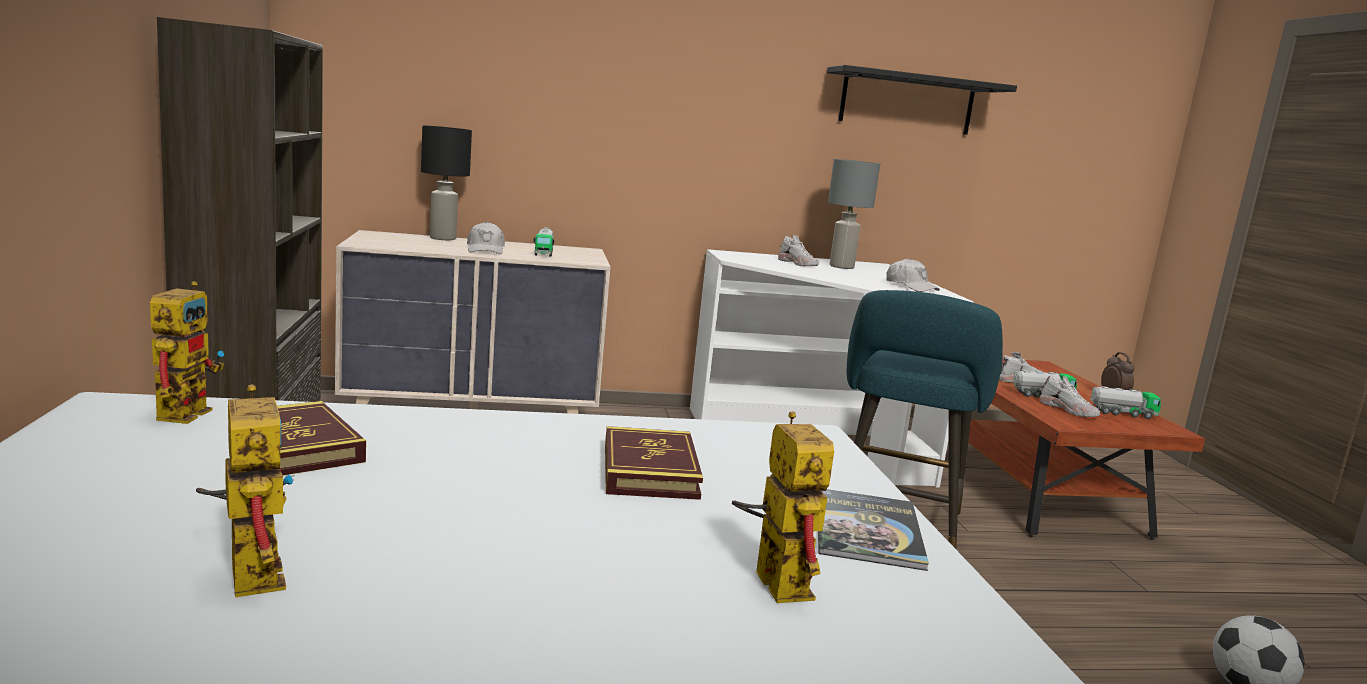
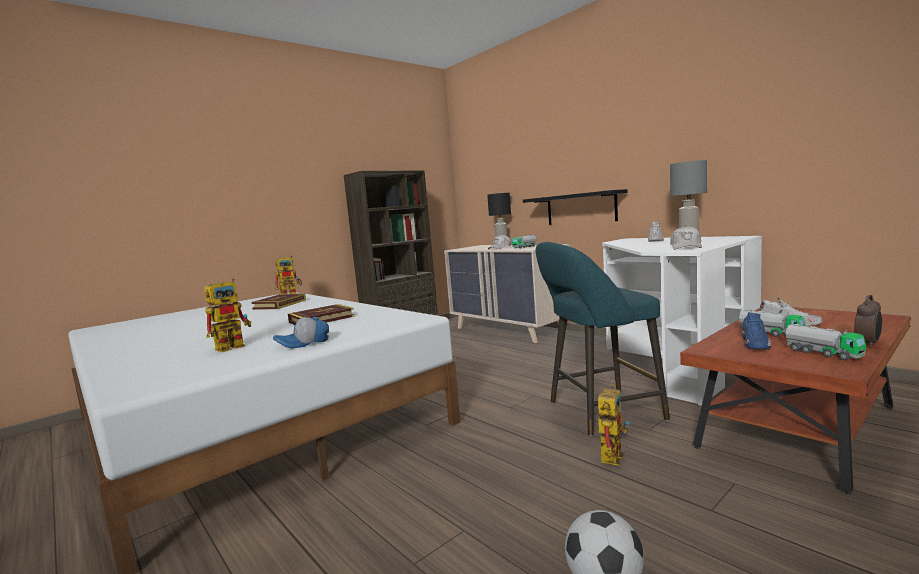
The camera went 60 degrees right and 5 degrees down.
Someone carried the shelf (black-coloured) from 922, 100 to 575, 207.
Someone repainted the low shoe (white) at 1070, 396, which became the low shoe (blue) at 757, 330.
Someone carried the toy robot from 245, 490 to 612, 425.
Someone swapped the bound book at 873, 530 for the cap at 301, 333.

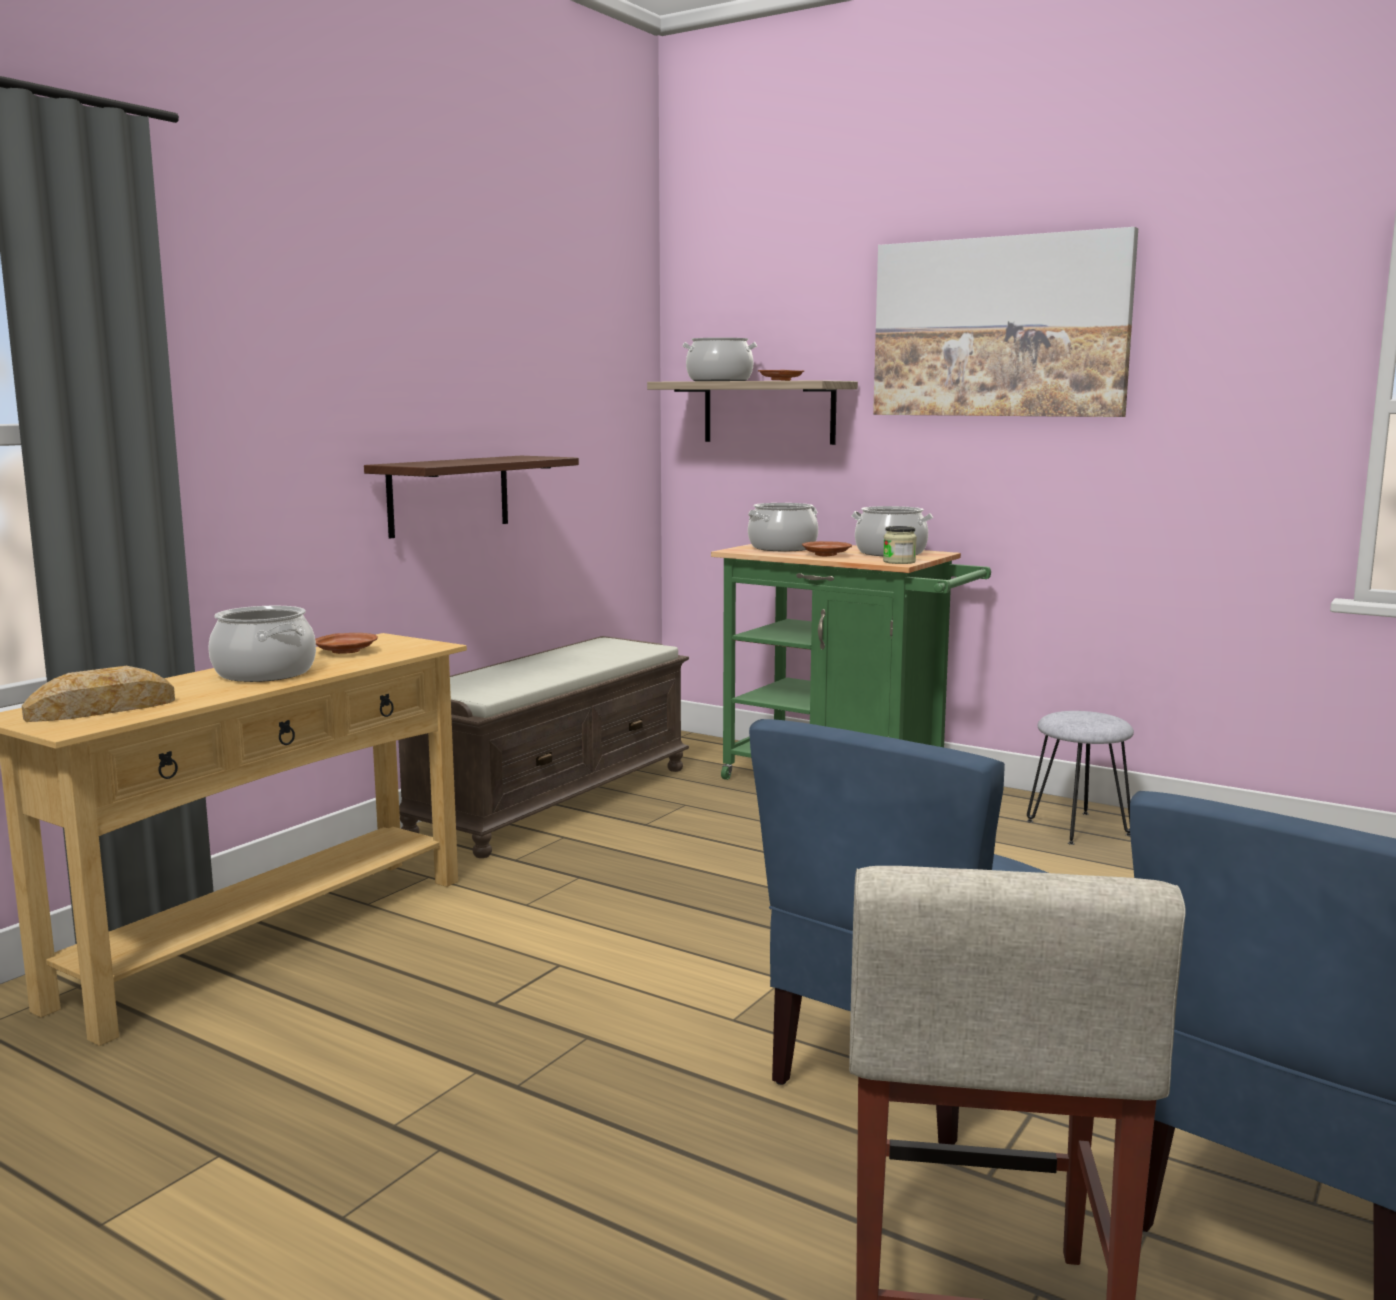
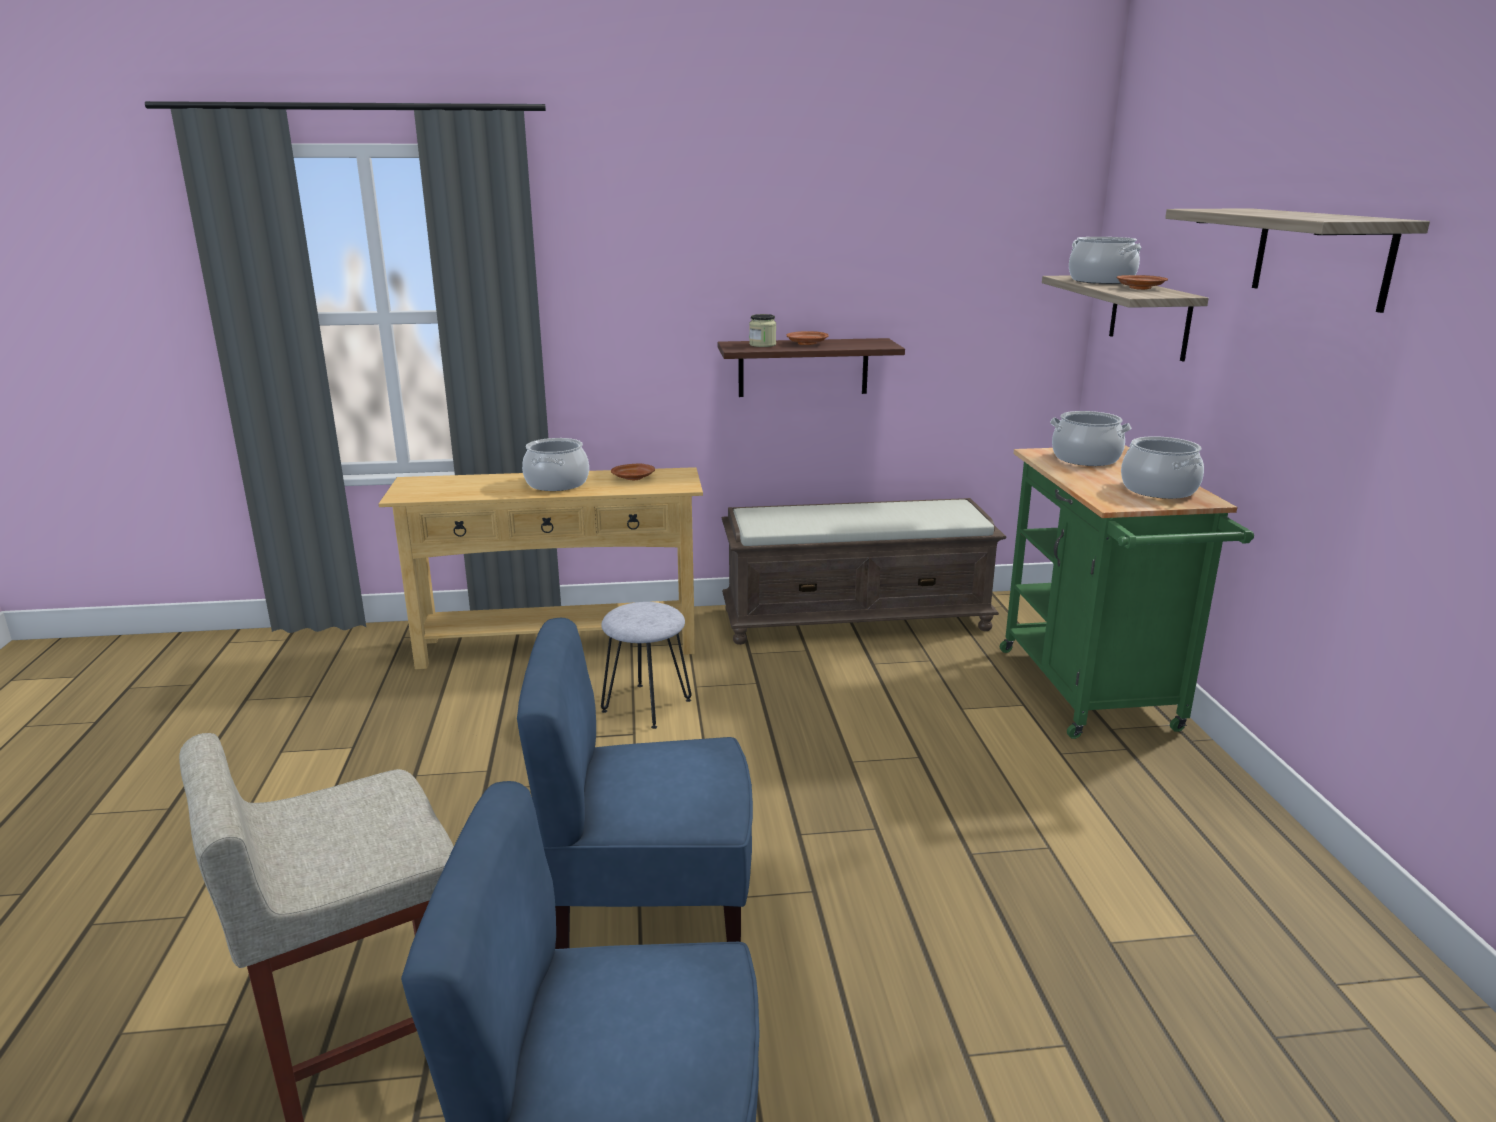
The camera went 50 degrees right and 10 degrees up.
Someone swapped the wall picture at 1005, 322 for the shelf at 1297, 260.
Someone carried the jar from 900, 545 to 762, 330.
Someone carried the plate (brown-coloured) from 827, 549 to 808, 338.
Someone took away the bakery bread at 98, 694.
Someone carried the sitting stool (greyish) from 1080, 778 to 646, 665.

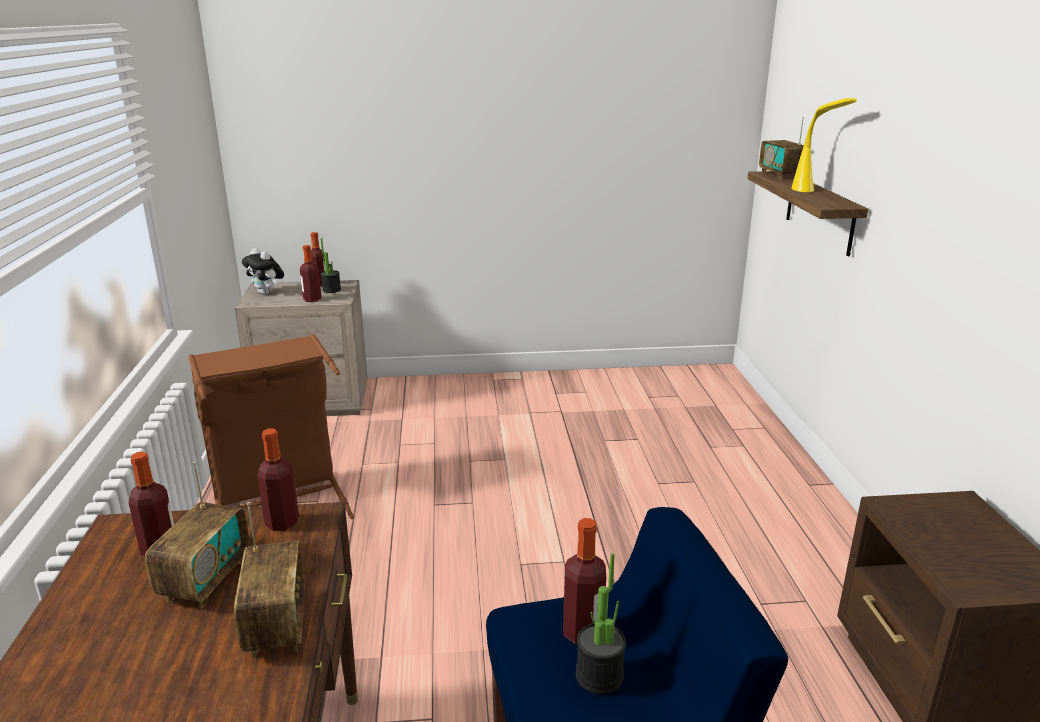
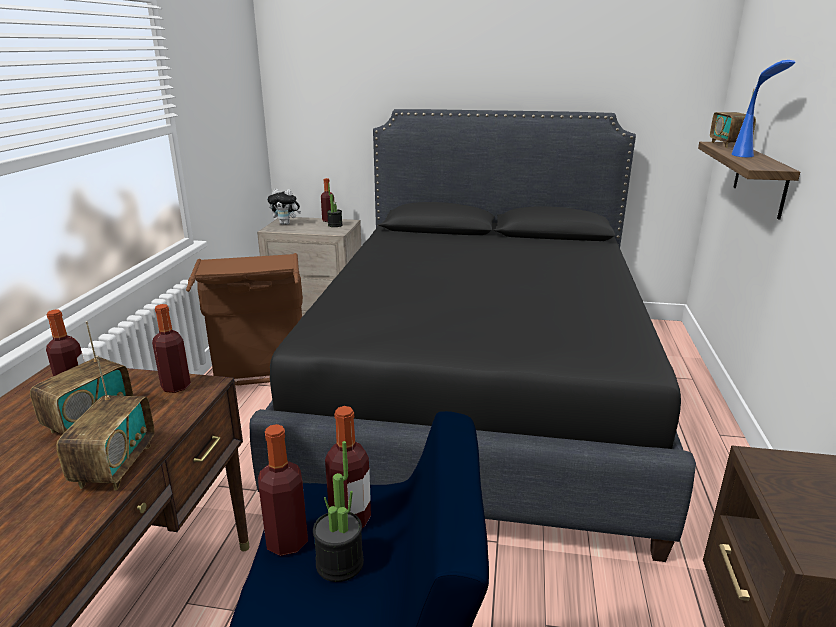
The camera went 15 degrees right and 0 degrees up.
Someone repainted the tabletop lamp (yellowish) at 824, 145, which became the tabletop lamp (blue) at 763, 108.
Someone carried the bottle from 310, 273 to 283, 490.
Someone rotated the plush toy at 263, 271 by 45 degrees counterclockwise.
Someone put down the bed (black-coloured) at 473, 335.

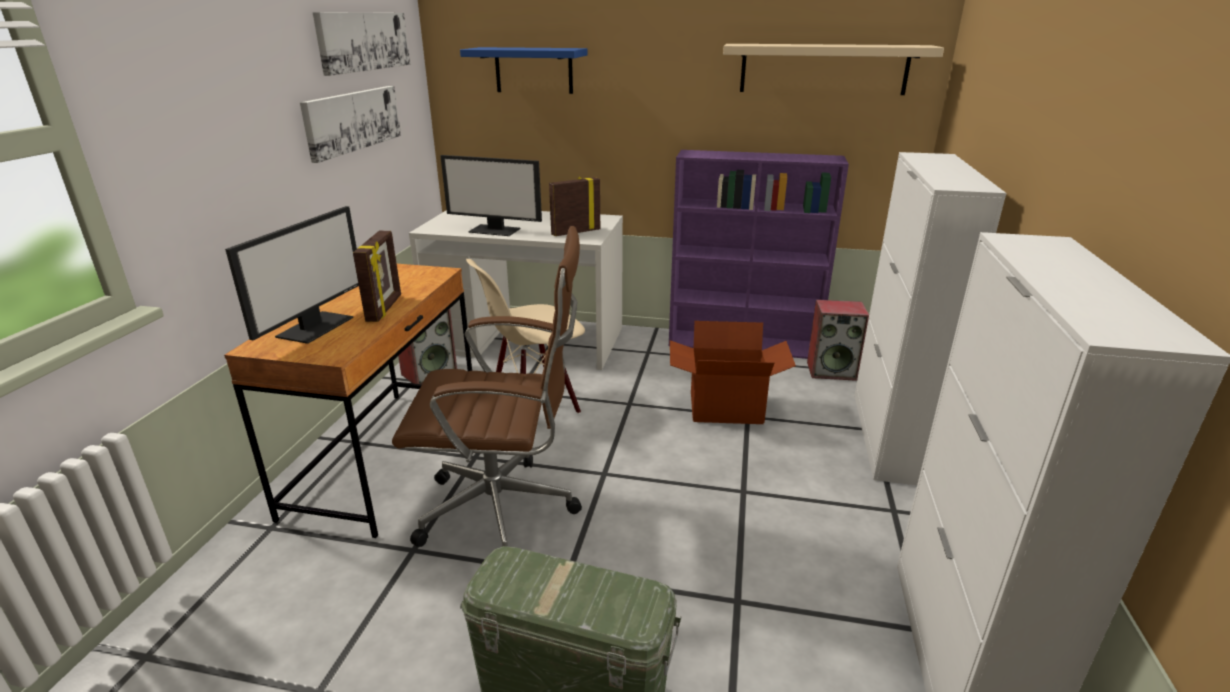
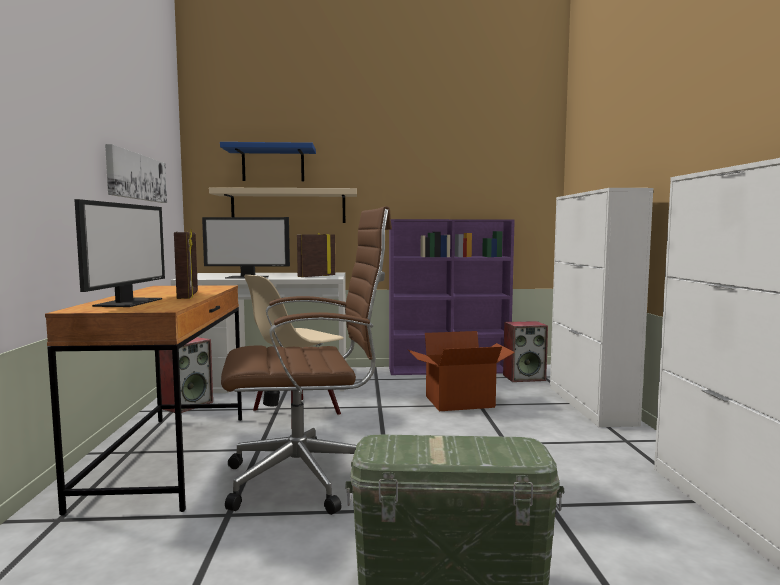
The camera went 15 degrees left and 20 degrees down.
Someone took away the wall picture at 361, 44.
Someone carried the shelf (sand-coloured) from 833, 69 to 283, 205.

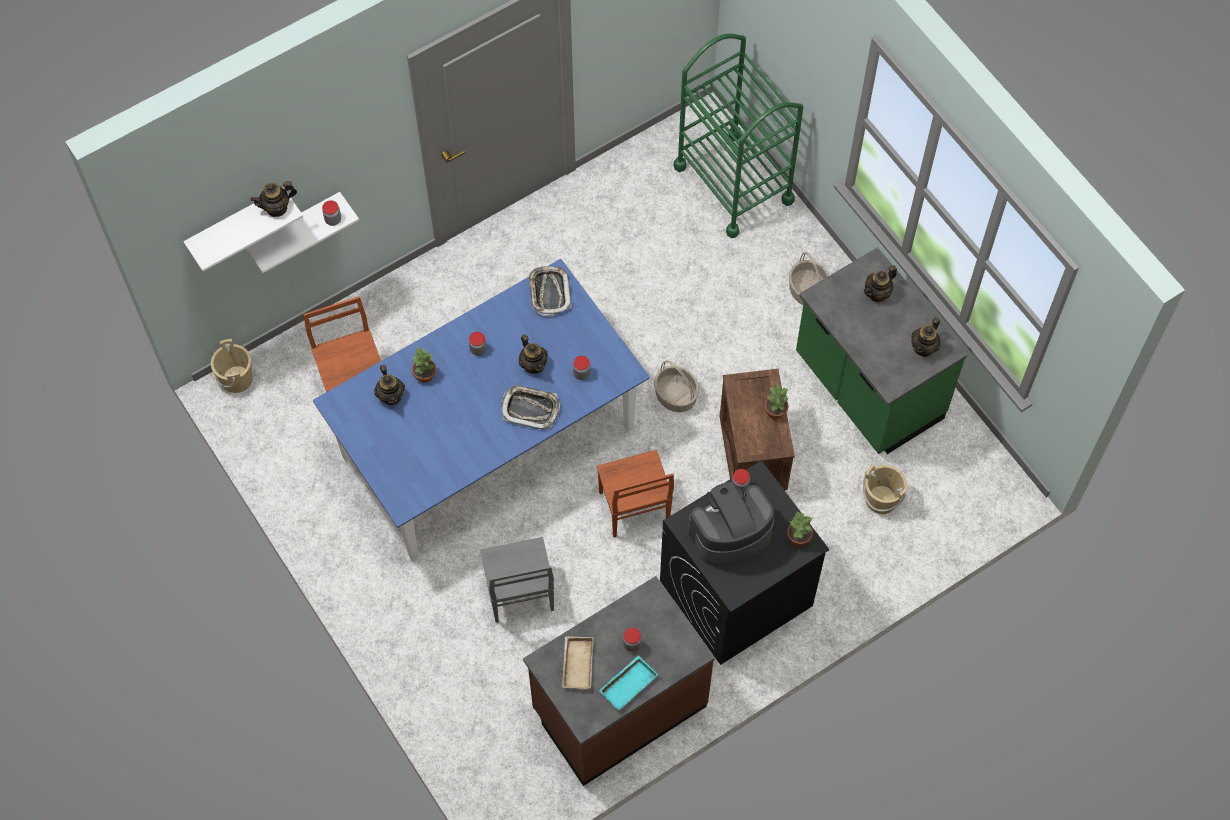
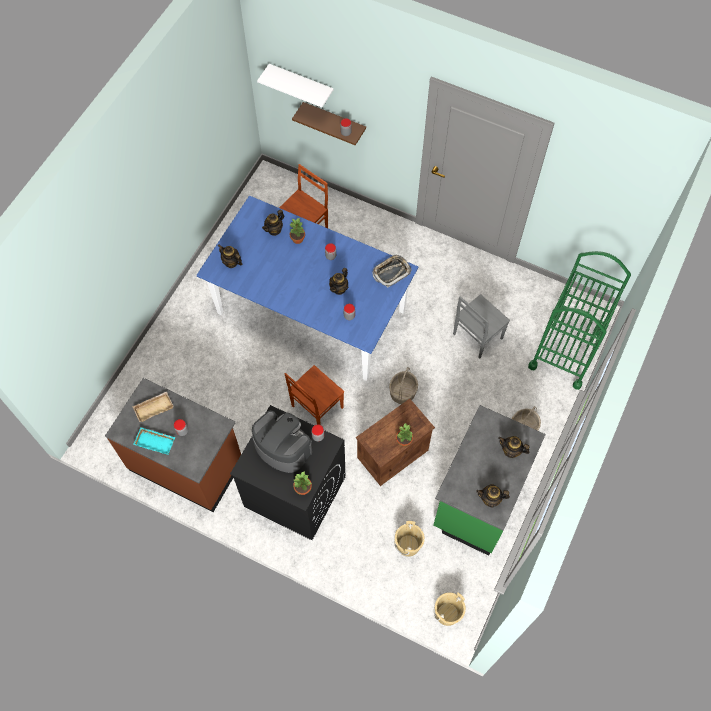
The camera went 60 degrees right and 0 degrees up.
Someone carried the pot for tea from 273, 199 to 230, 256.
Someone repainted the shelf (white) at 302, 232, which became the shelf (brown-coloured) at 329, 123.
Someone carried the bucket (sand-coloured) from 232, 366 to 450, 609.
Someone took away the carrying tray at 530, 407.
Someone carried the plain chair (greyish) from 517, 580 to 481, 326.

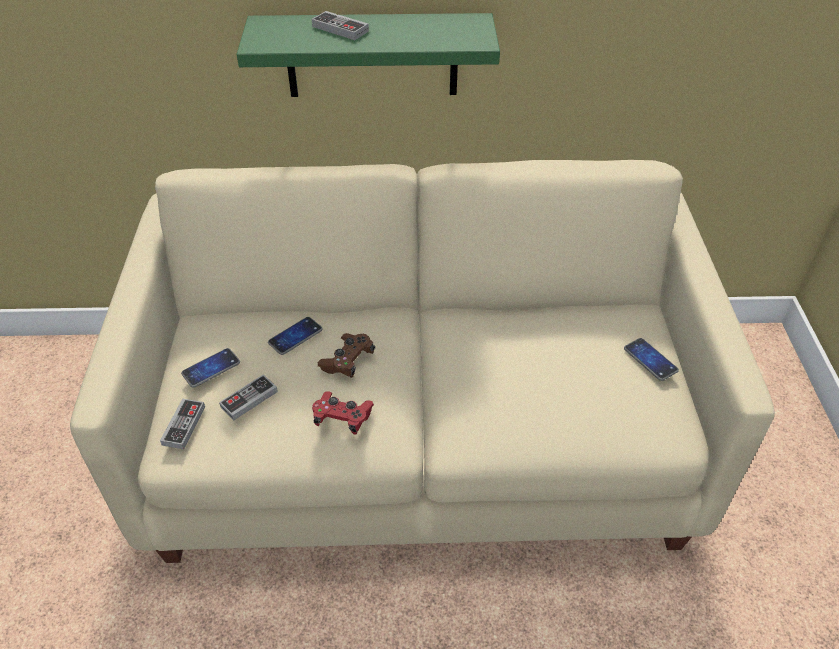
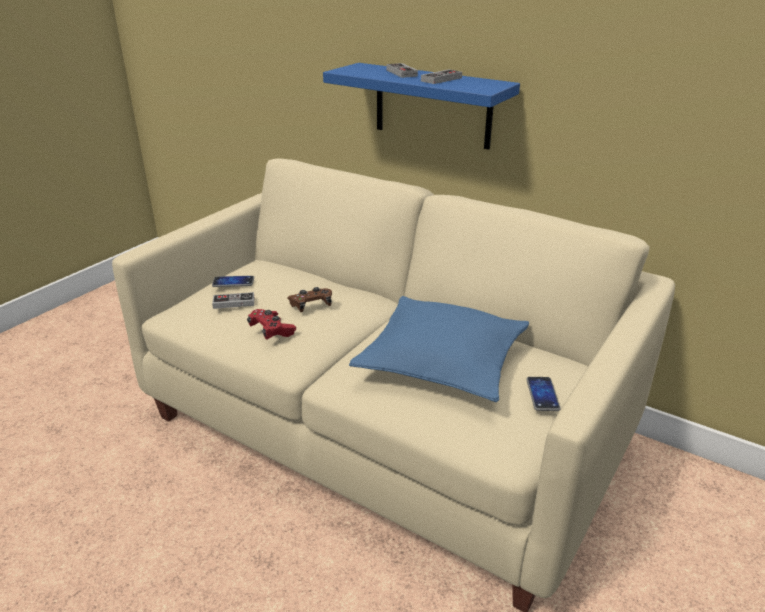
The camera went 35 degrees right and 15 degrees down.
Someone repainted the shelf (greenish) at 368, 55, which became the shelf (blue) at 421, 106.
Someone took away the phone at 295, 336.
Someone carried the joypad from 182, 423 to 441, 76.
Someone put down the cushion (blue) at 439, 349.

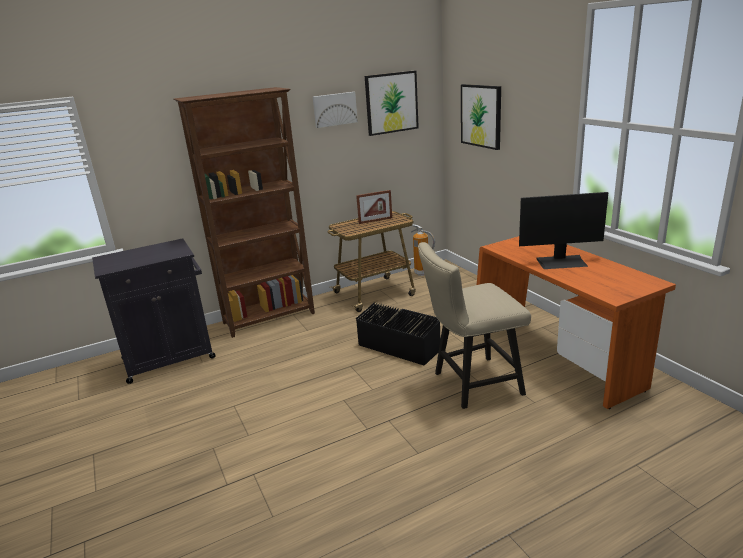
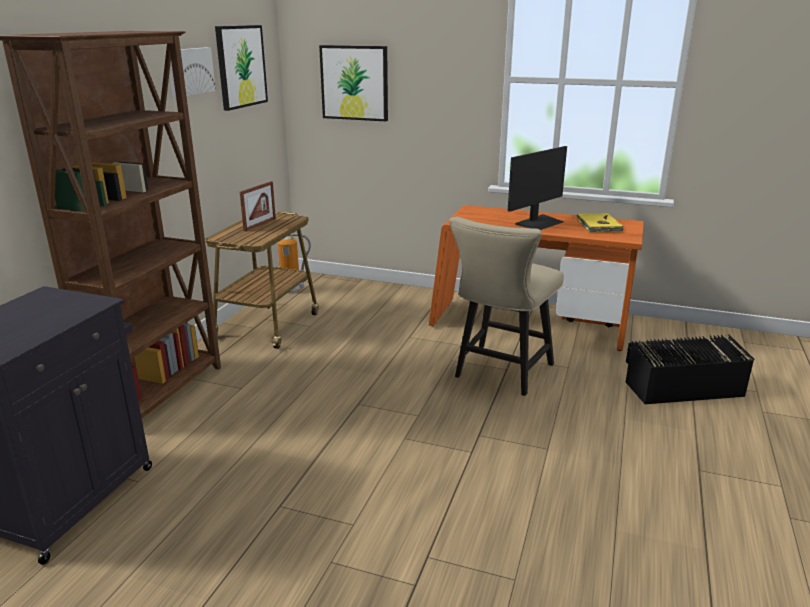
The camera went 45 degrees left and 0 degrees up.
Someone carried the storage container (black-coloured) from 398, 334 to 690, 369.
Someone put down the bound book (yellowish) at 599, 222.

